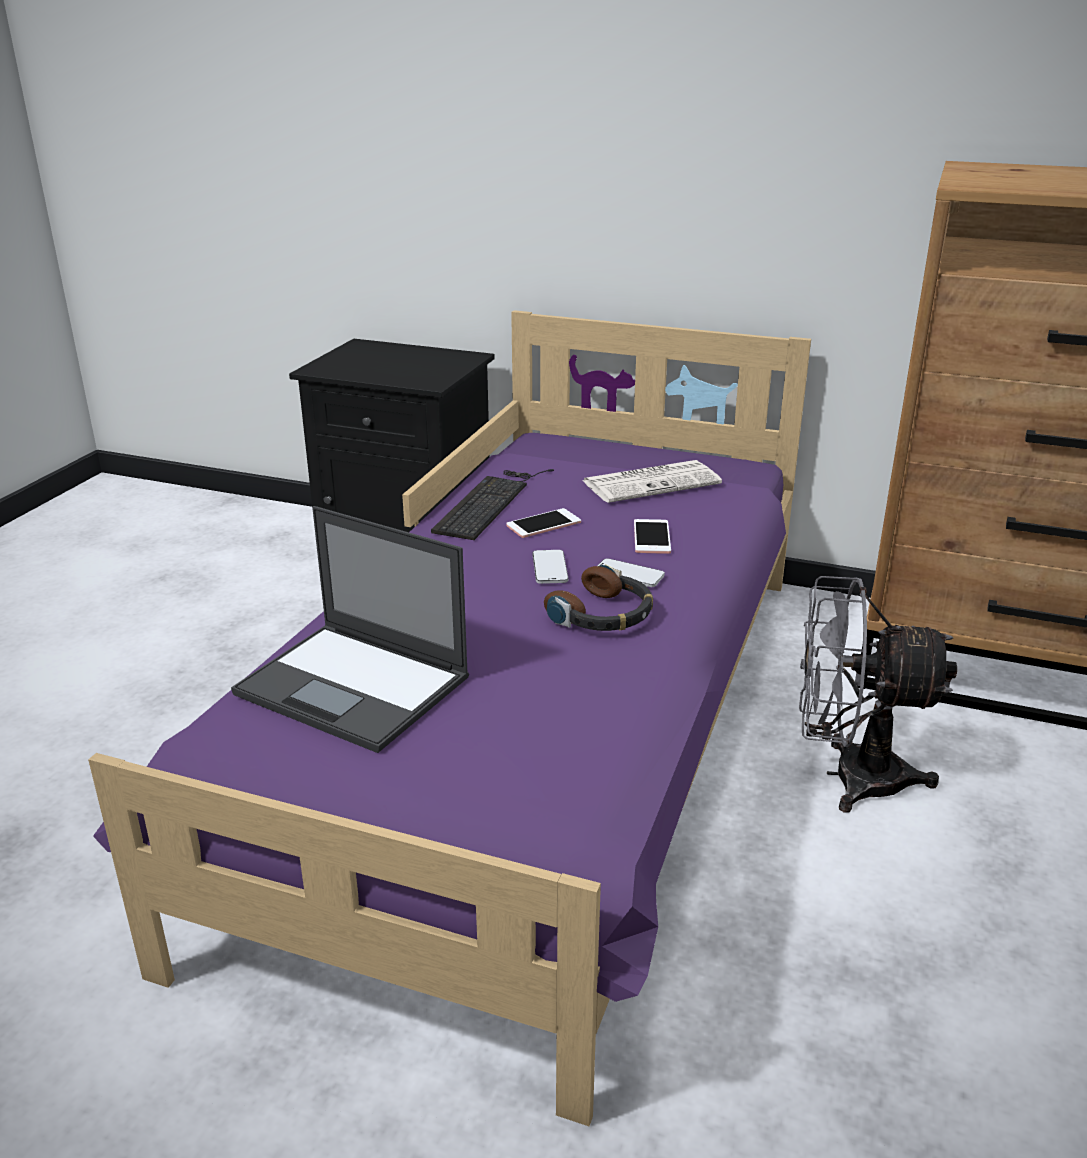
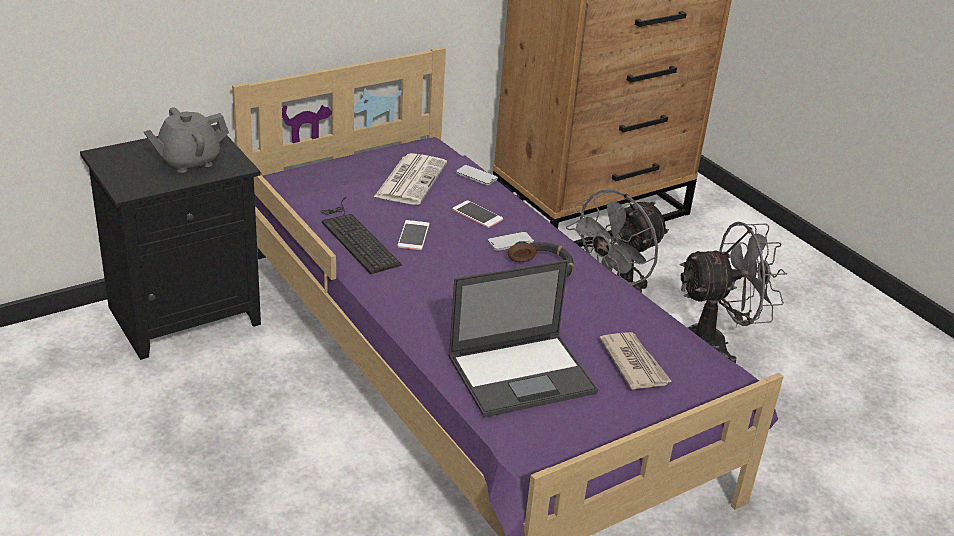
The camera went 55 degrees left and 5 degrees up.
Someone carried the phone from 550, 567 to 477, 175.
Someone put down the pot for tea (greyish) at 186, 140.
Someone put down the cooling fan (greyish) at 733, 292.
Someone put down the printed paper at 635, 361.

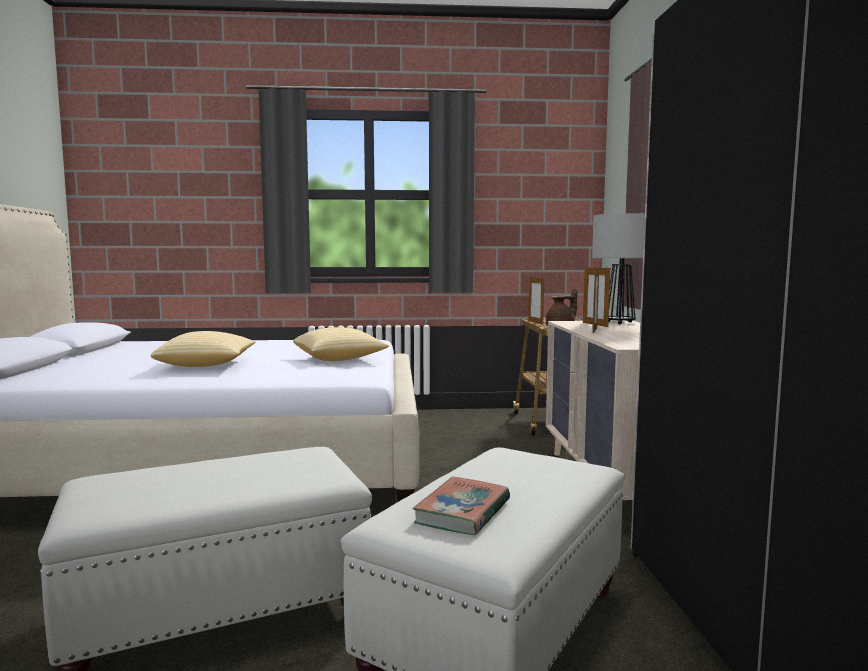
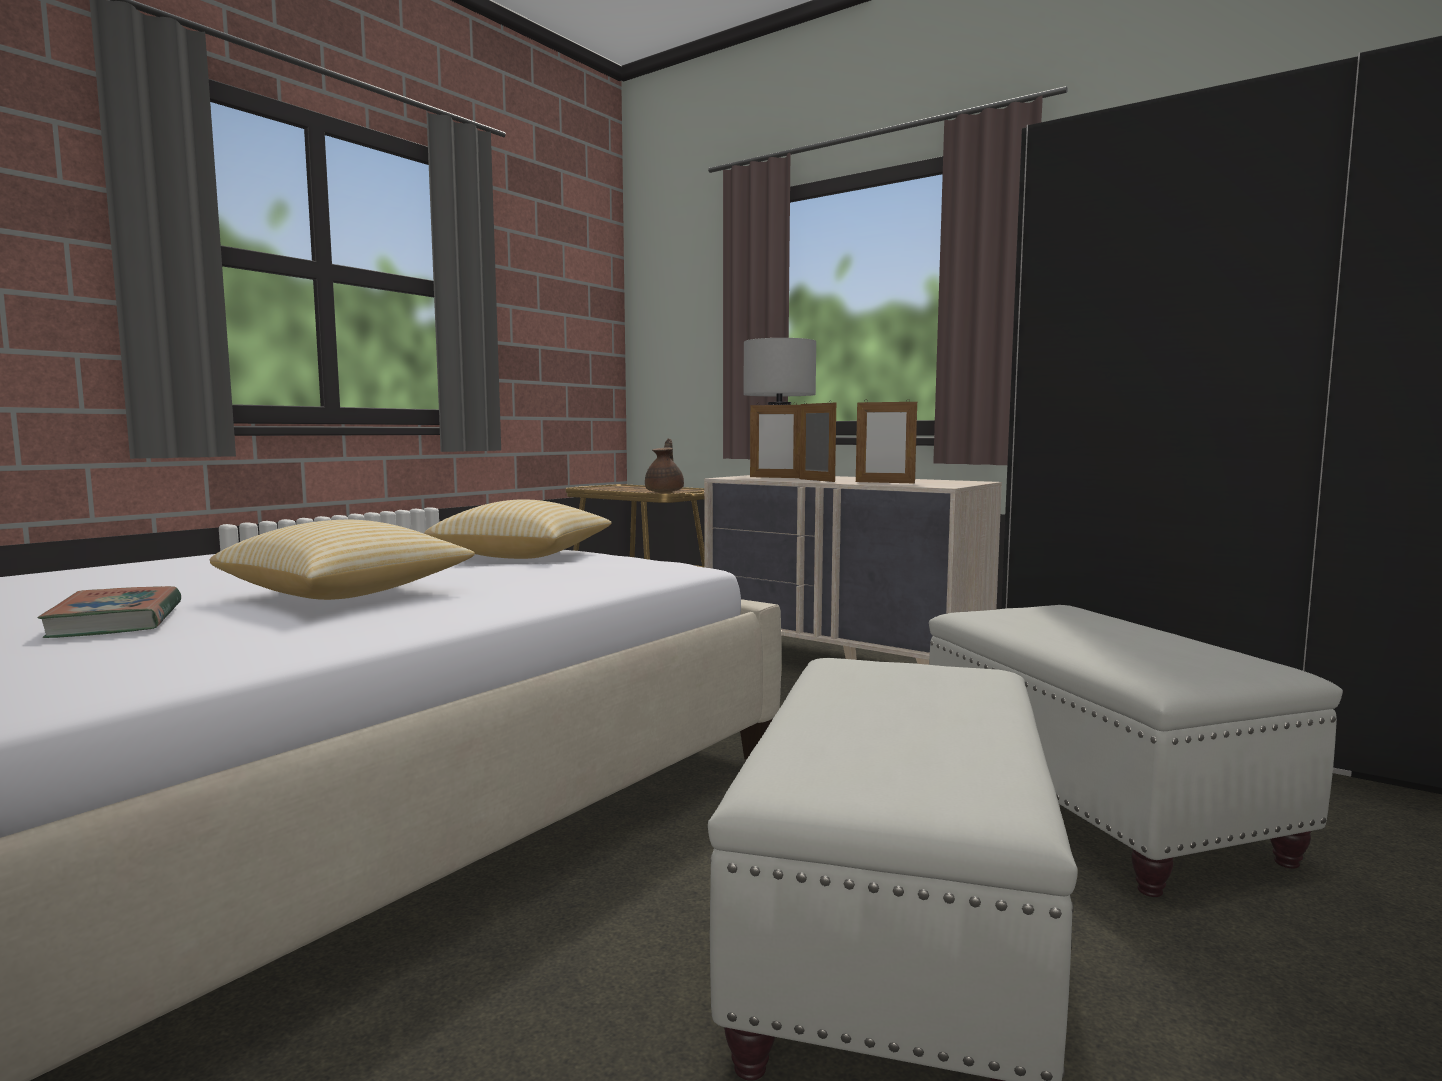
The camera went 50 degrees left and 0 degrees up.
Someone carried the photo frame from 536, 300 to 886, 441.
Someone carried the bound book from 461, 505 to 109, 612.

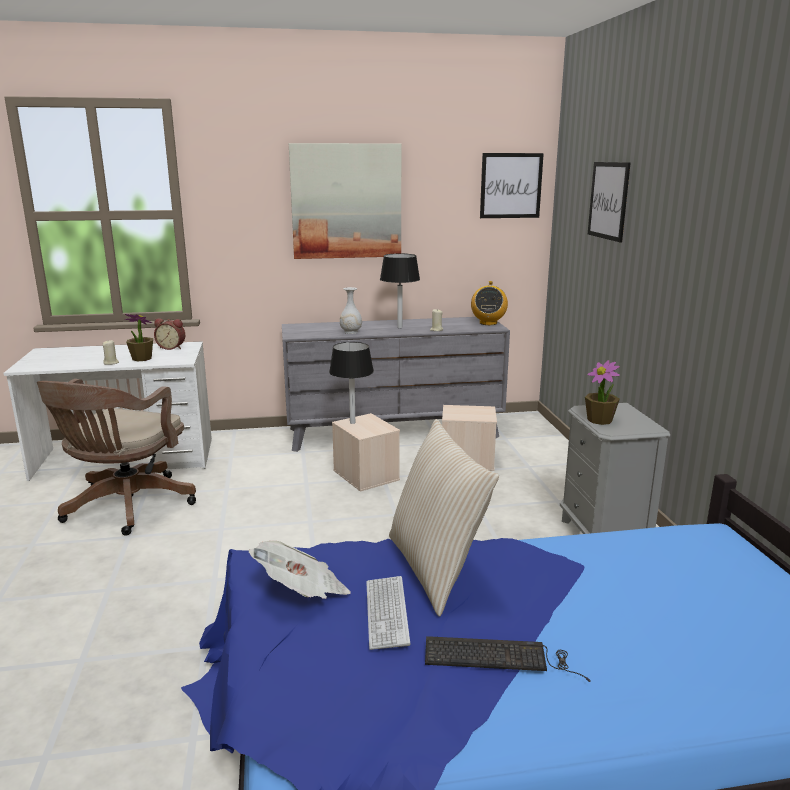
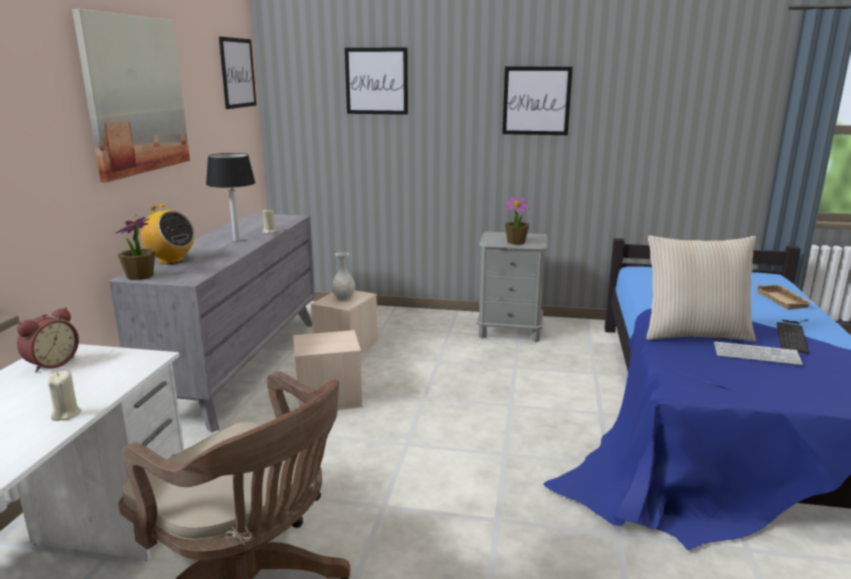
The camera went 70 degrees left and 0 degrees up.
Someone carried the radio set from 489, 303 to 165, 234.
Someone carried the flower vase (white) from 351, 310 to 343, 276.
Someone carried the potted plant from 139, 337 to 135, 248.
Someone took away the tabletop lamp (black-coloured) at 351, 383.
Someone took away the printed paper at 300, 570.
Someone put up the wall picture at 537, 101.
Someone put down the carrying tray (sand-coloured) at 785, 297.

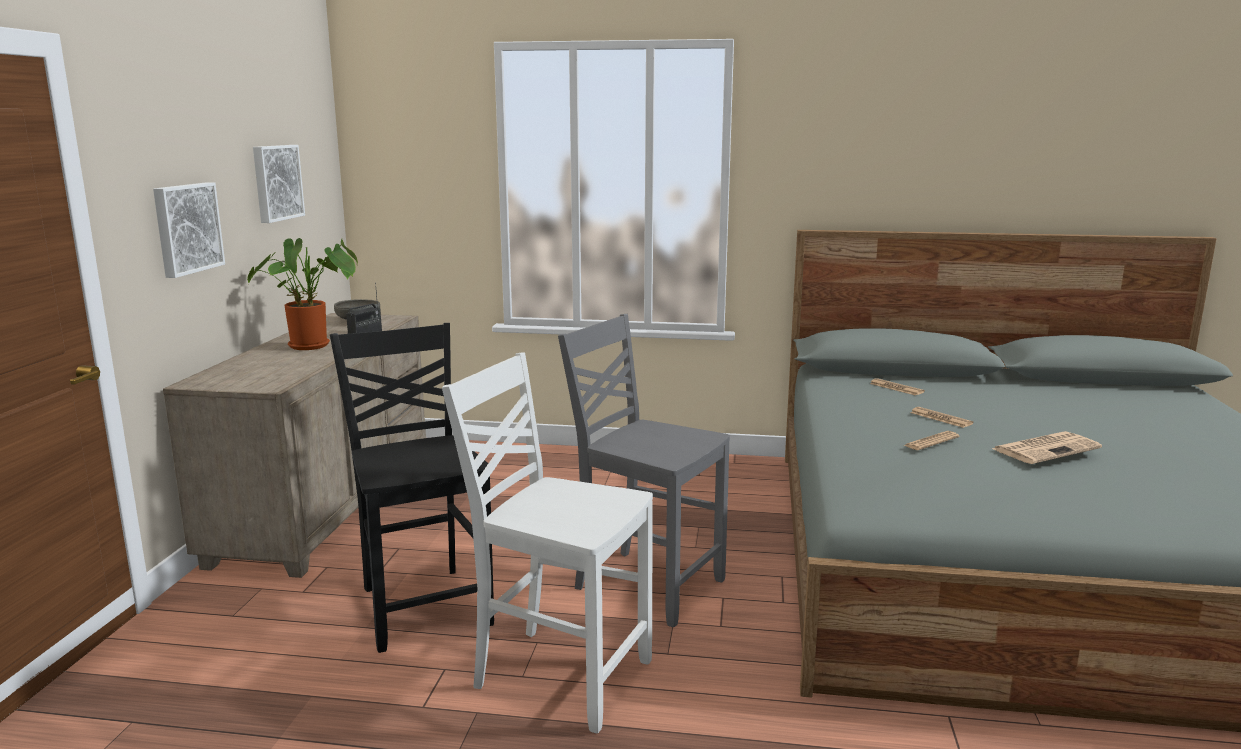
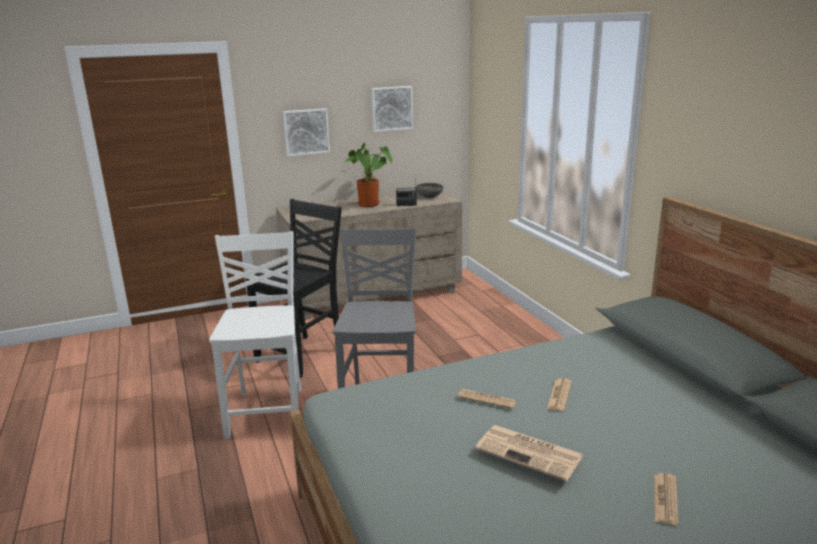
The camera went 60 degrees right and 5 degrees up.
Someone carried the printed paper from 897, 387 to 666, 499.

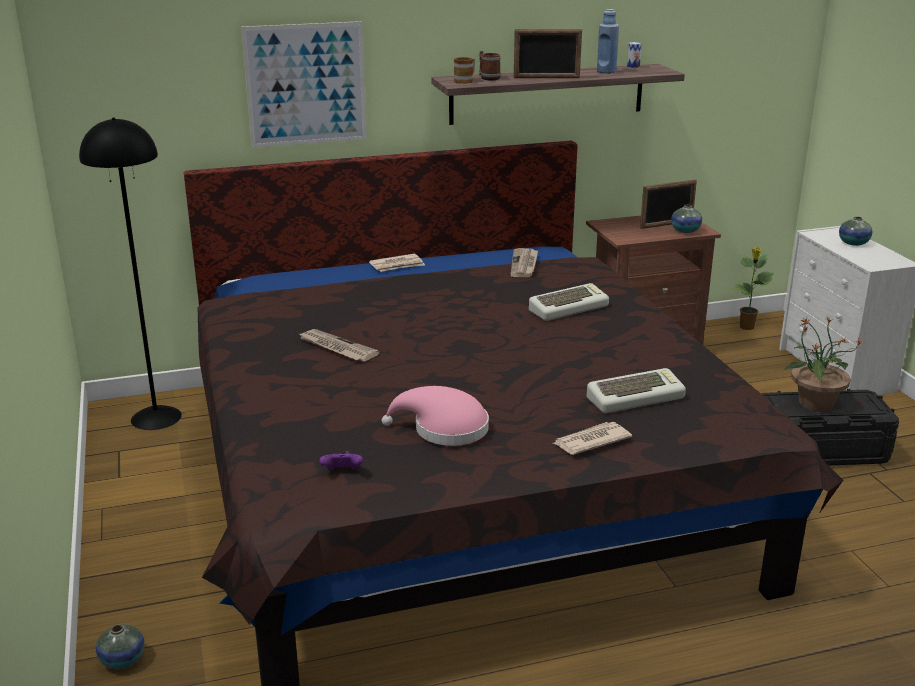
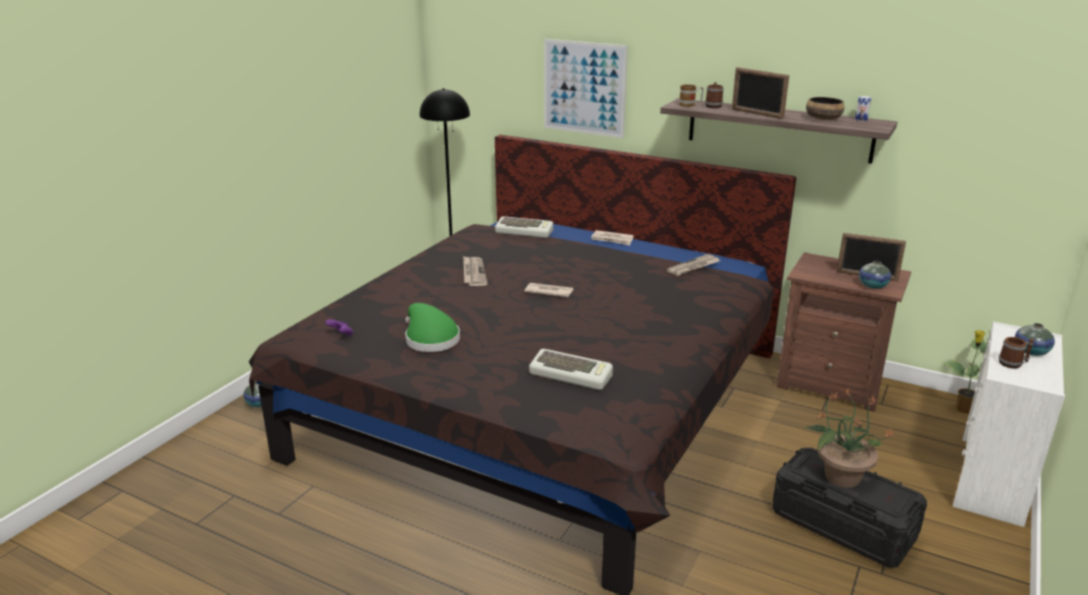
The camera went 45 degrees right and 0 degrees up.
Someone swapped the bottle (blue) at 608, 41 for the deep dish at 825, 108.
Someone carried the computer keyboard from 569, 302 to 524, 227.
Someone repainted the wearable hat (pink) at 435, 416, which became the wearable hat (greenish) at 432, 327.
Someone carried the printed paper from 592, 438 to 549, 290.
Someone put down the tea mug at 1016, 352.

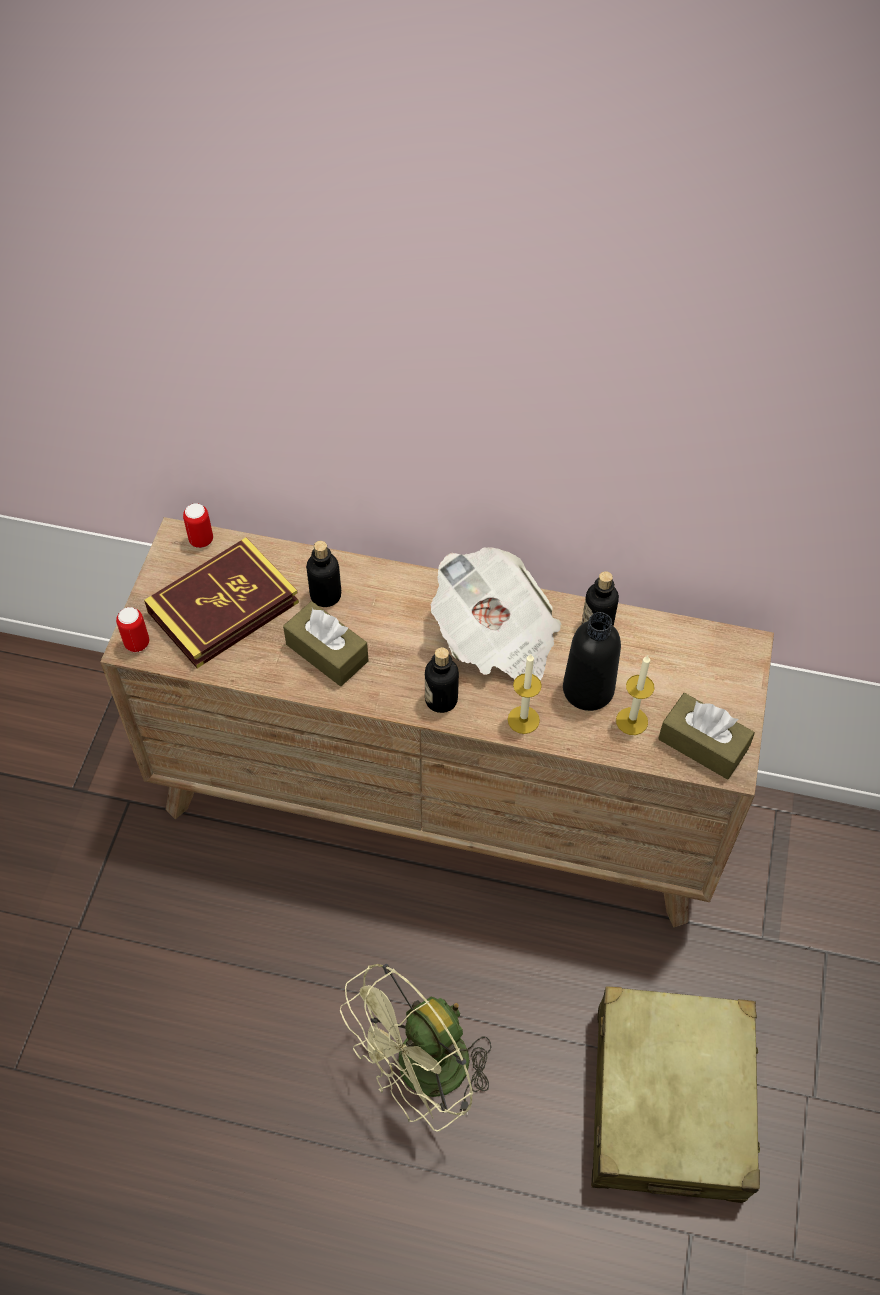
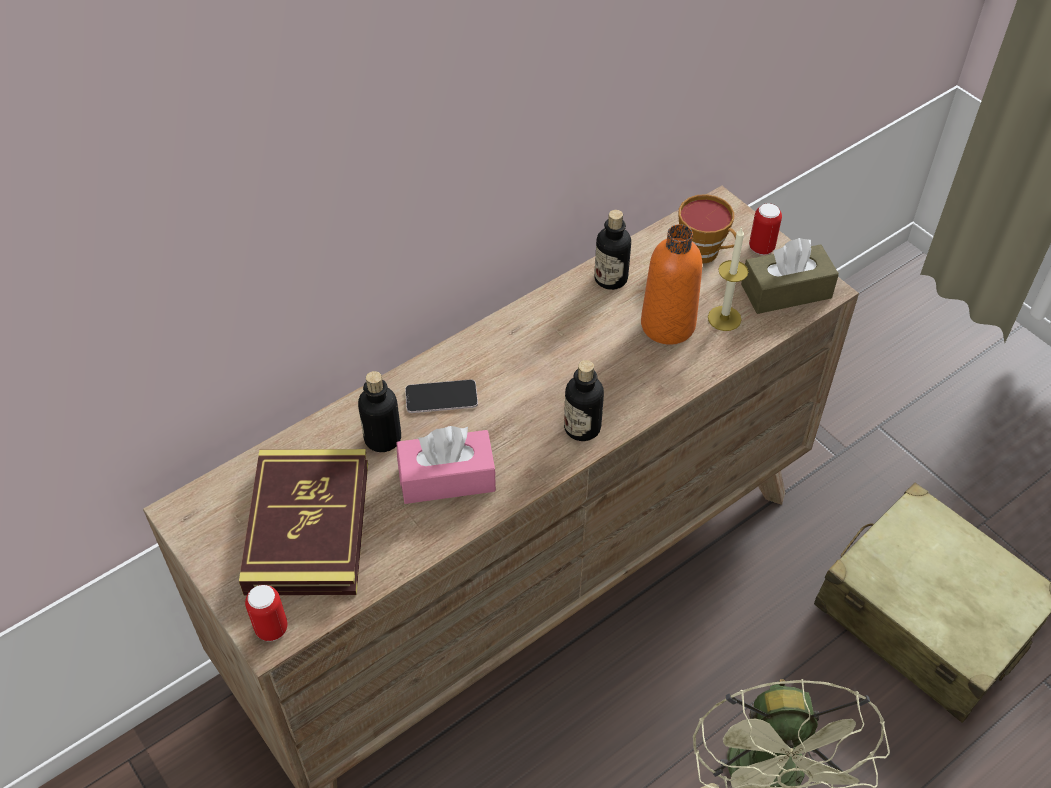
The camera went 50 degrees left and 5 degrees down.
Someone carried the sealed can from 198, 525 to 765, 229.
Someone took away the printed paper at 496, 613.
Someone repainted the tissue box (brown-coloured) at 326, 643, which became the tissue box (pink) at 446, 465.
Someone repainted the bottle (black-coloured) at 592, 661, which became the bottle (orange-coloured) at 671, 284.
Someone took away the wax light at 525, 694.
Someone put down the cup at 707, 228.
Someone put down the phone at 441, 396.

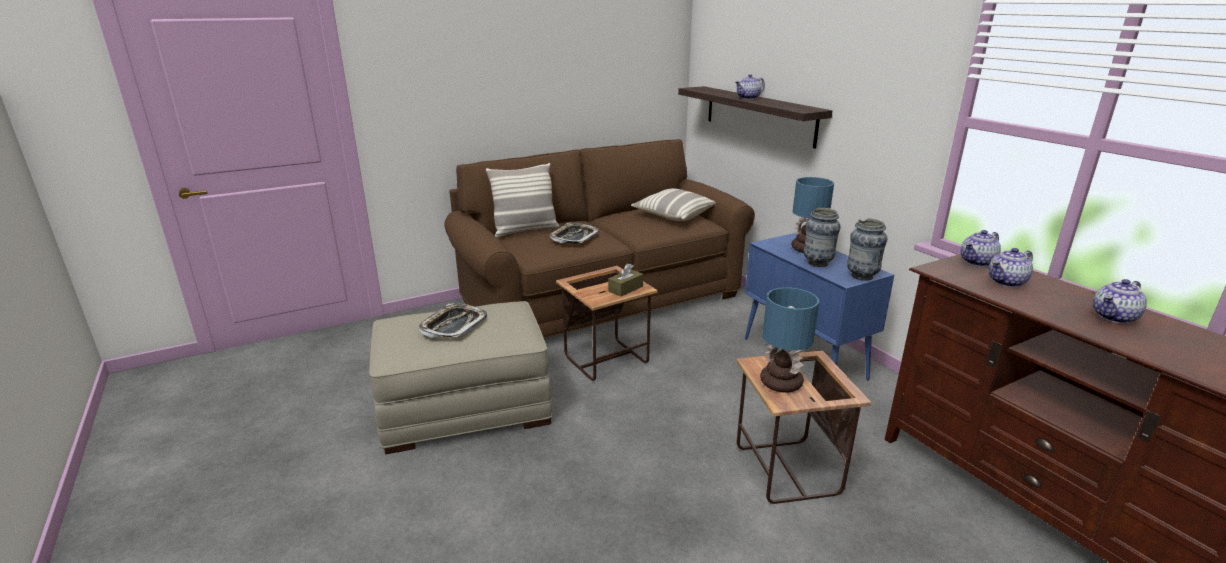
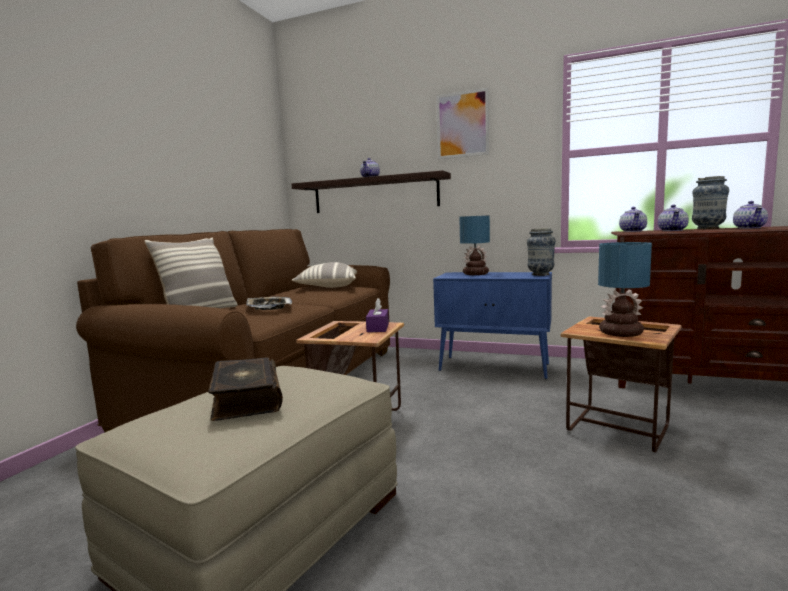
The camera went 40 degrees left and 15 degrees down.
Someone carried the flower vase from 822, 237 to 710, 202.
Someone repainted the tissue box (brown-coloured) at 625, 279, which became the tissue box (purplish) at 377, 315.
Someone swapped the carrying tray at 453, 321 for the bound book at 245, 389.
Someone put up the wall picture at 462, 123.

